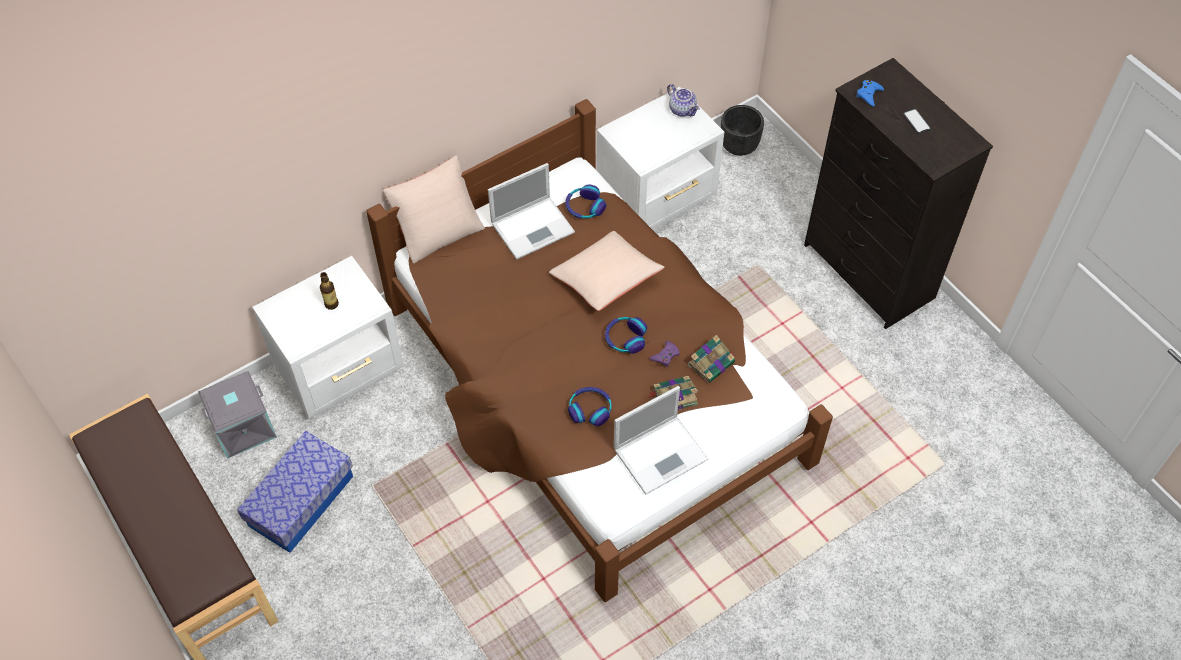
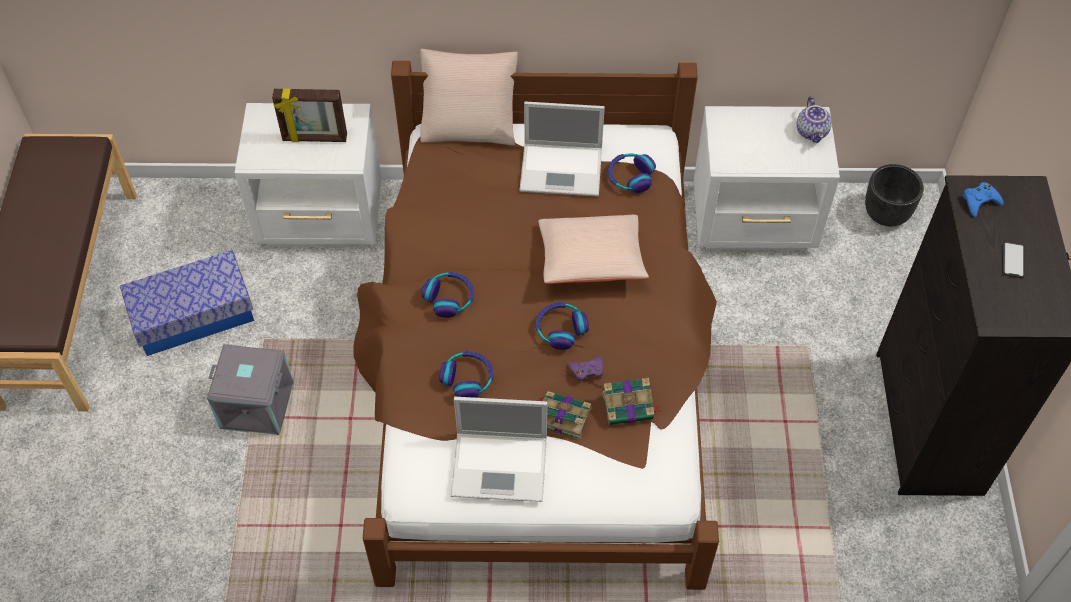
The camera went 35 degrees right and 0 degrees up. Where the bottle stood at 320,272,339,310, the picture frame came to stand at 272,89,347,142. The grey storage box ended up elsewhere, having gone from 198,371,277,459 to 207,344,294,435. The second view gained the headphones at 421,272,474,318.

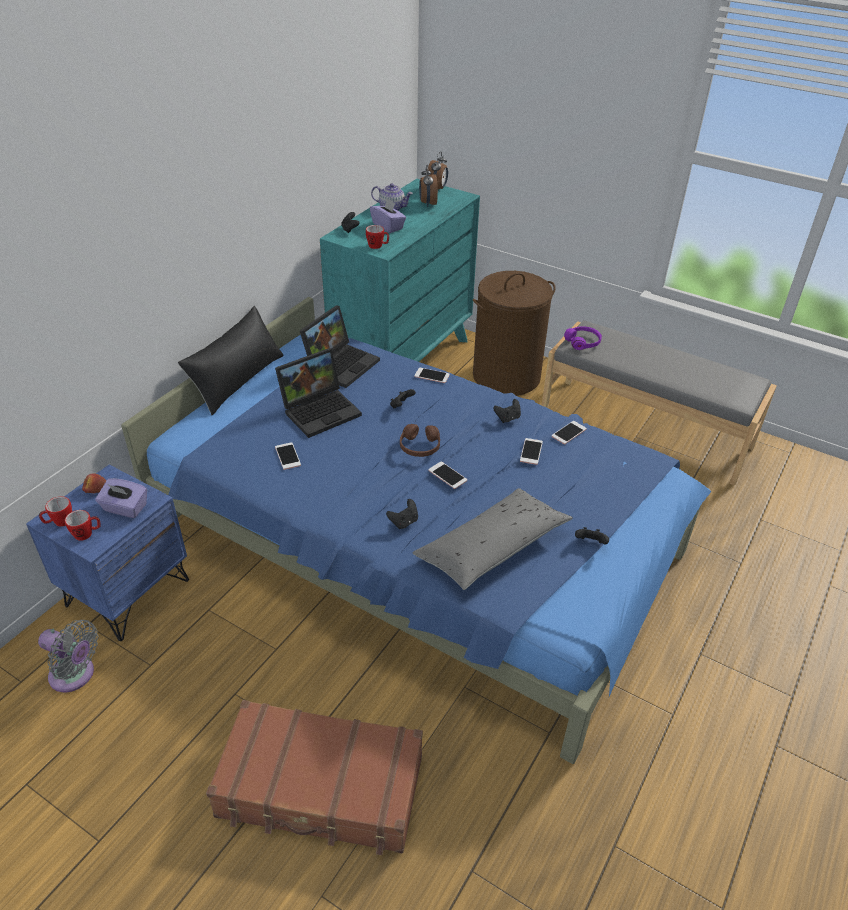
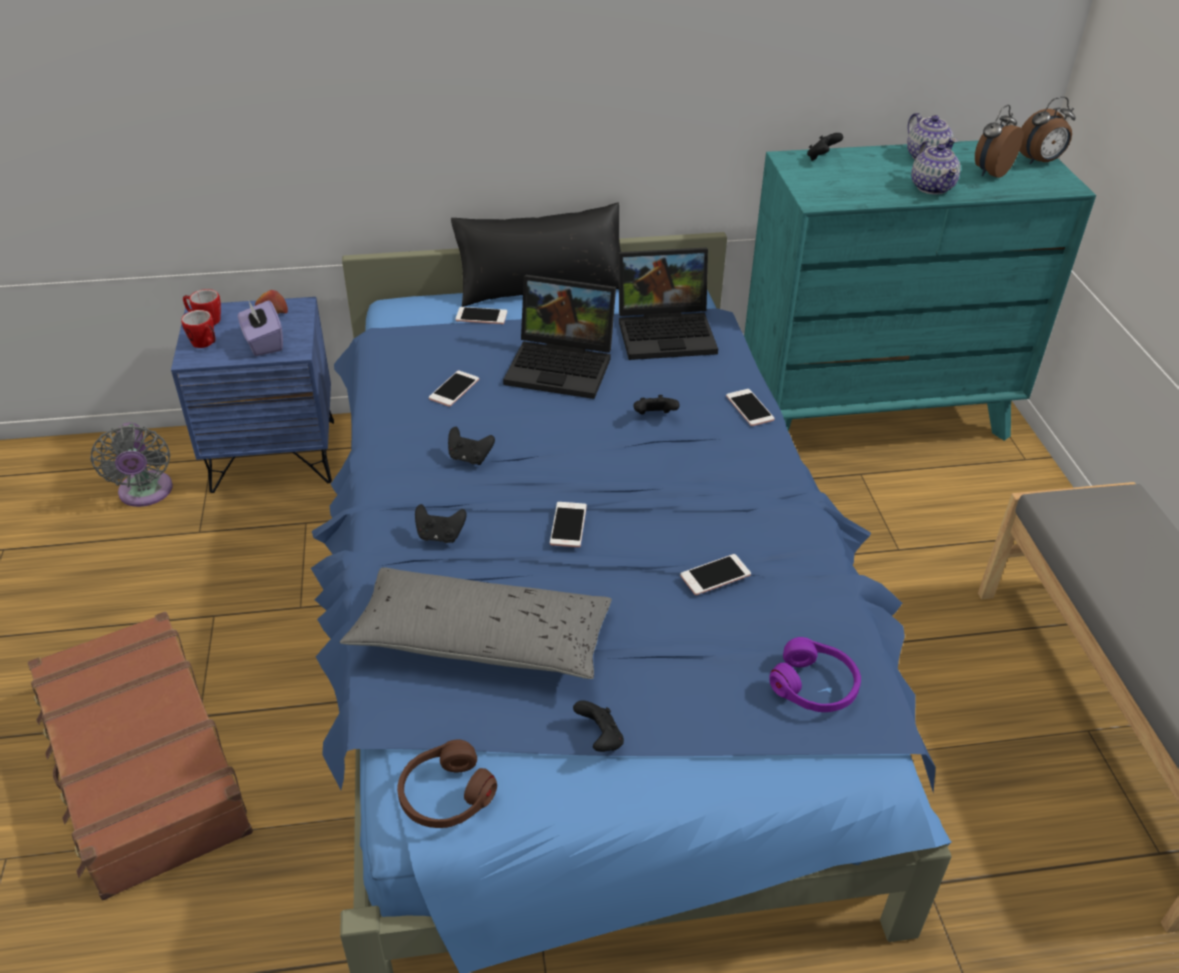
The camera went 50 degrees right and 0 degrees up. The second view lost the purple tissue box at 370,199,406,233. The second view lost the mug at 366,225,389,249. The second view lost the brown laundry basket at 473,271,556,396. The purple headphones ended up elsewhere, having gone from 564,326,602,350 to 769,637,861,712. The black game controller ended up elsewhere, having gone from 493,399,521,423 to 448,427,495,465. The phone ended up elsewhere, having gone from 552,421,587,444 to 455,307,507,324. The brown headphones ended up elsewhere, having gone from 400,424,440,457 to 397,739,497,828. The second view gained the teapot at 911,141,961,195.

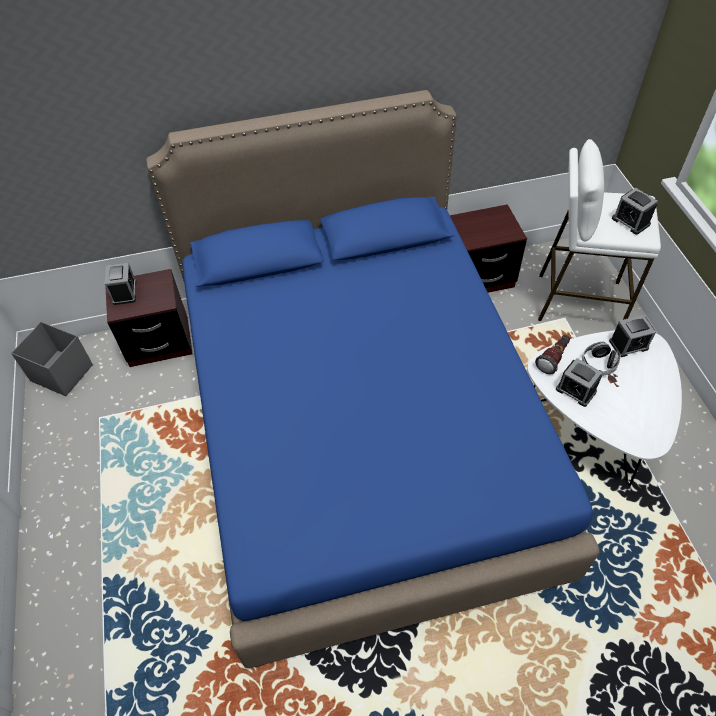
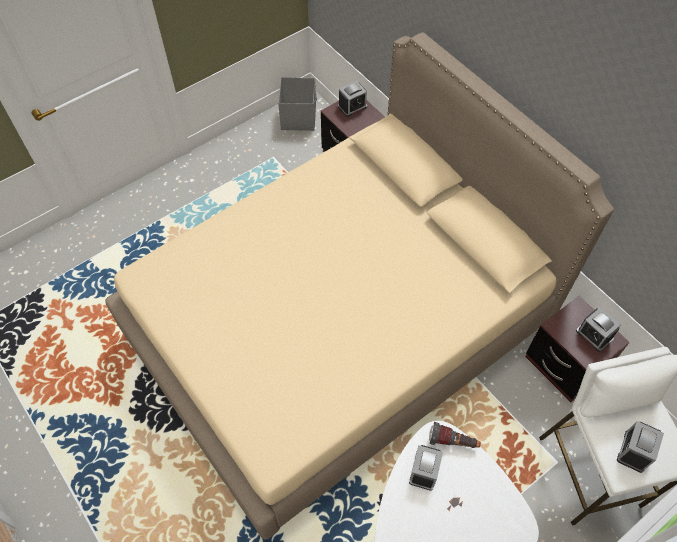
The camera went 65 degrees right and 5 degrees up. What was the blue bed at 147,90,600,668 turned into the beige bed at 105,32,614,540. The alarm clock ended up elsewhere, having gone from 609,315,656,357 to 576,307,621,352. The second view lost the headphones at 582,341,621,375.

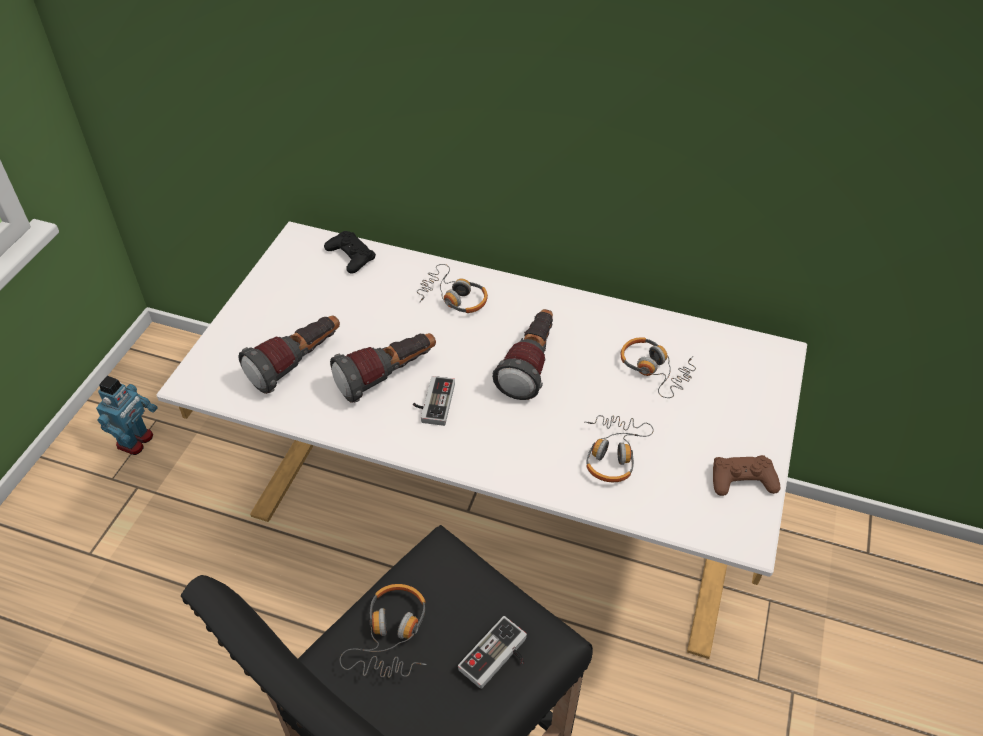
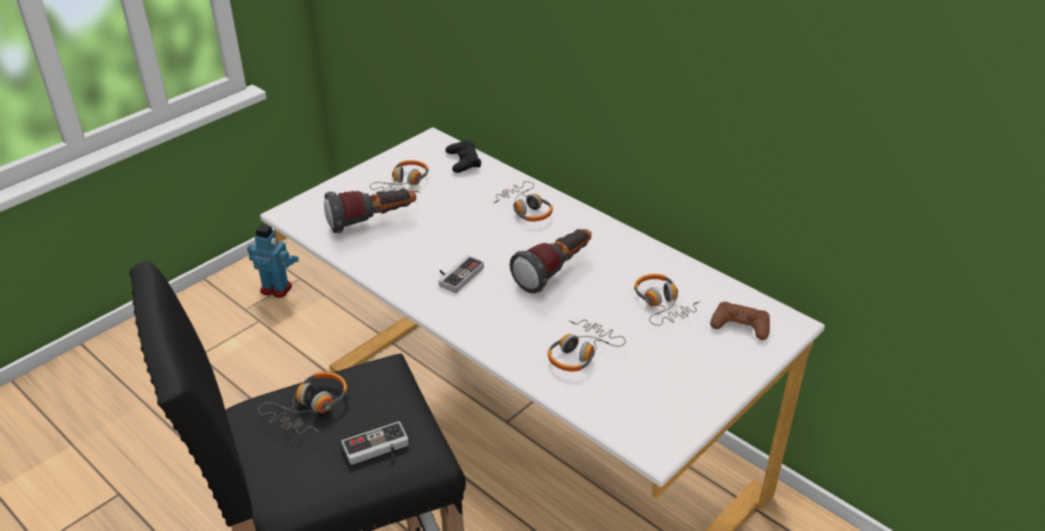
The camera went 25 degrees right and 10 degrees down. The second view lost the flashlight at 330,333,436,402. The toy robot at 96,376,158,455 ended up facing another way, 120 degrees counterclockwise from before. The brown game controller ended up elsewhere, having gone from 713,455,781,496 to 710,302,770,340. The second view gained the headphones at 370,160,429,192.

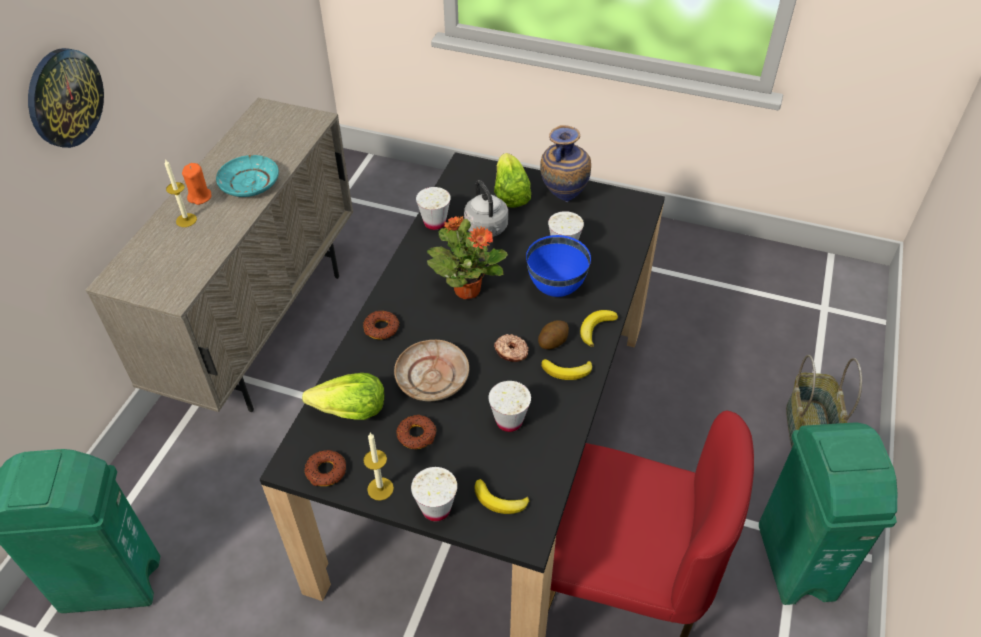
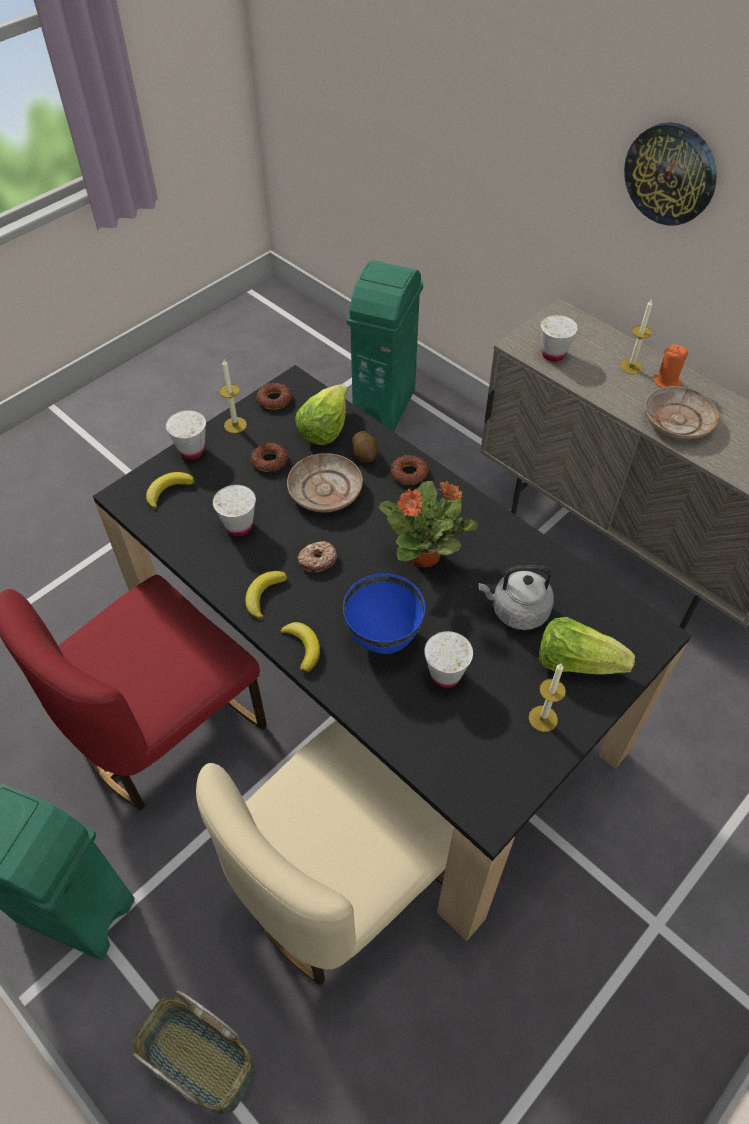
The camera went 115 degrees right and 5 degrees up. Where the vase stood at 540,125,591,202, the candle came to stand at 529,663,566,732. What was the turquoise plate at 216,155,279,197 turned into the beige plate at 644,386,719,439. The white cup ended up elsewhere, having gone from 416,187,451,230 to 540,315,578,362. The potato ended up elsewhere, having gone from 538,320,569,349 to 352,431,378,462. The second view gained the beige chair at 196,721,454,985.

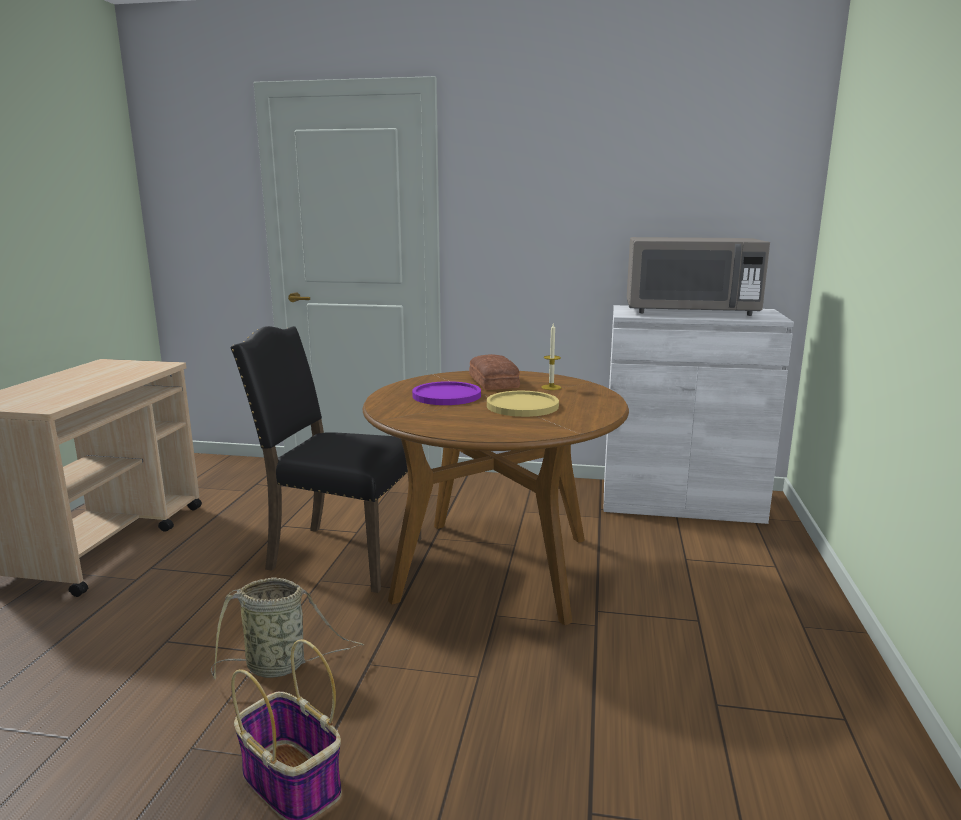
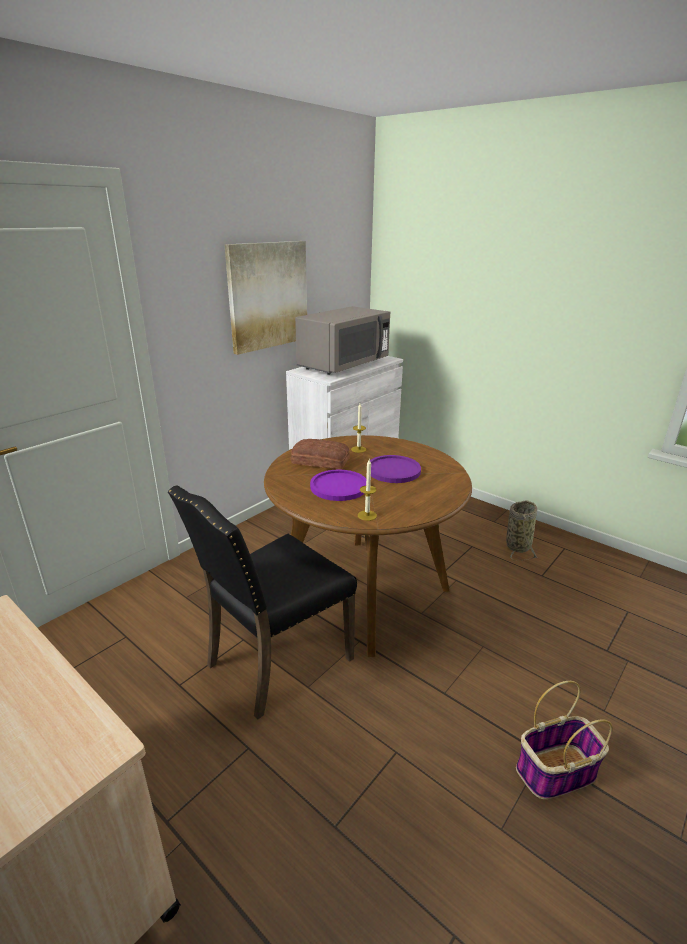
The camera went 60 degrees left and 10 degrees up. What was the yellow plate at 487,391,559,417 turned into the purple plate at 370,455,421,483. The basket ended up elsewhere, having gone from 211,577,364,679 to 506,500,537,561. The second view gained the picture at 224,241,307,355. The second view gained the candle at 358,459,377,521.

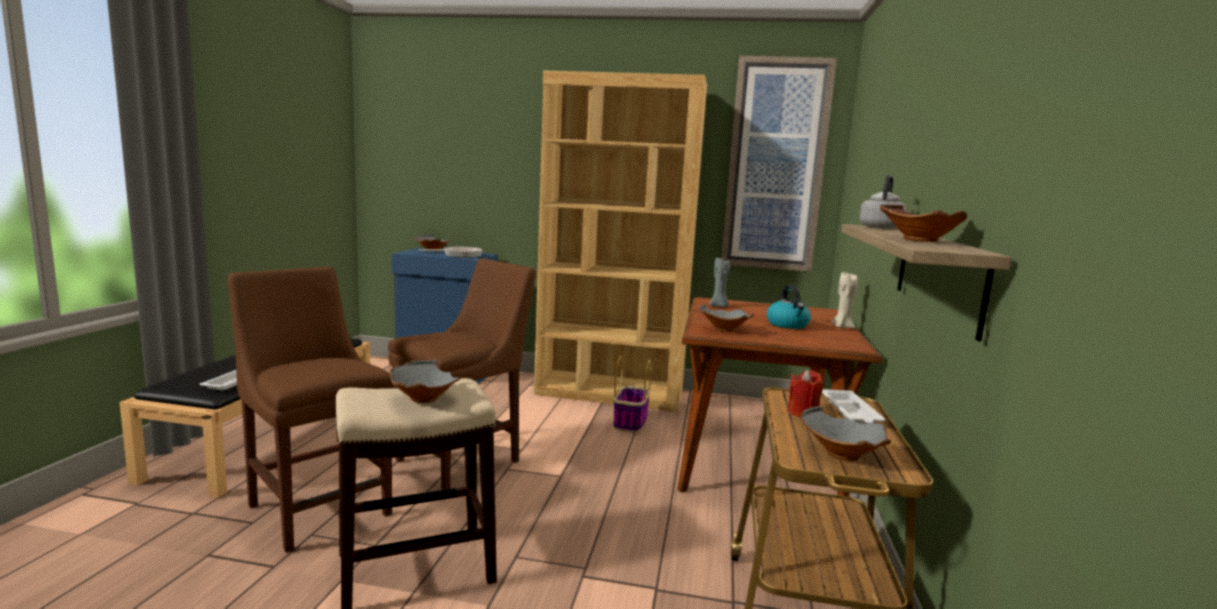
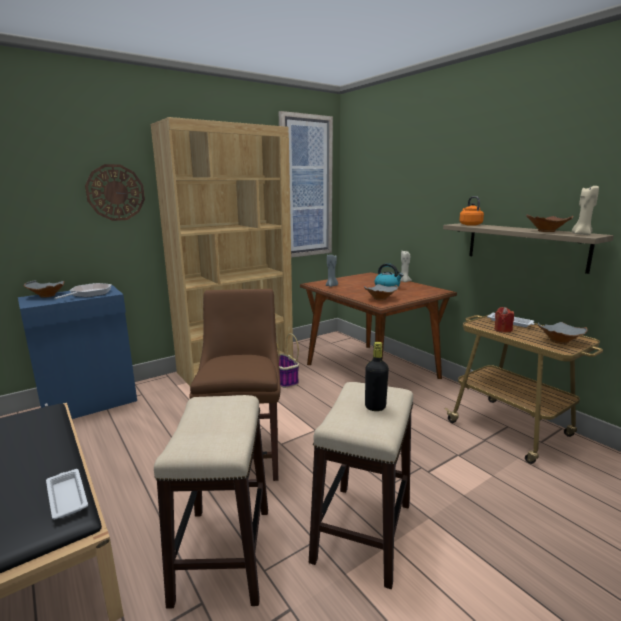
The camera went 45 degrees left and 5 degrees up. What was the grey kettle at 859,175,906,229 turned into the orange kettle at 459,196,484,226. Where the brown chair stood at 228,267,396,553, the stool came to stand at 154,395,268,609. Where the grey bowl stood at 389,360,460,403, the black bottle came to stand at 365,342,389,411. The second view gained the wall clock at 85,164,145,221. The second view gained the beige candle at 572,186,599,235.

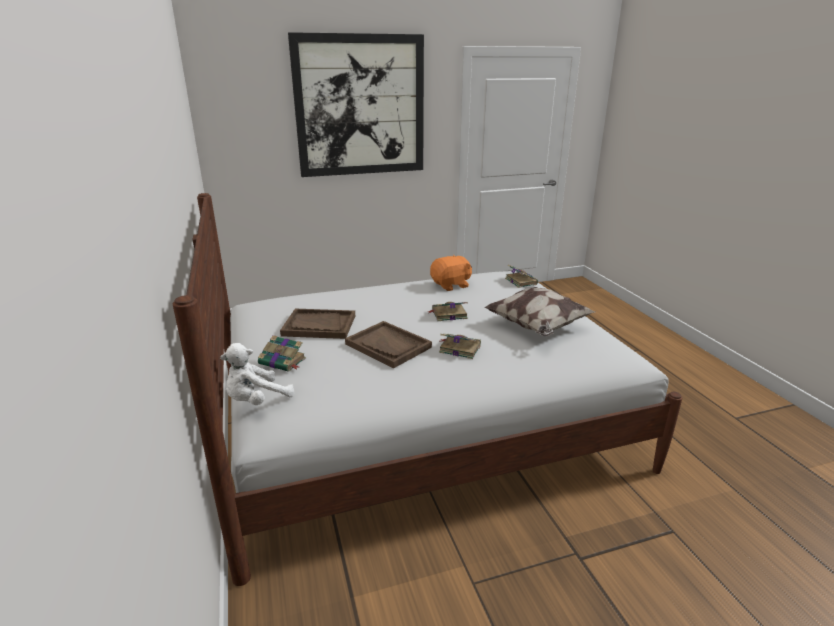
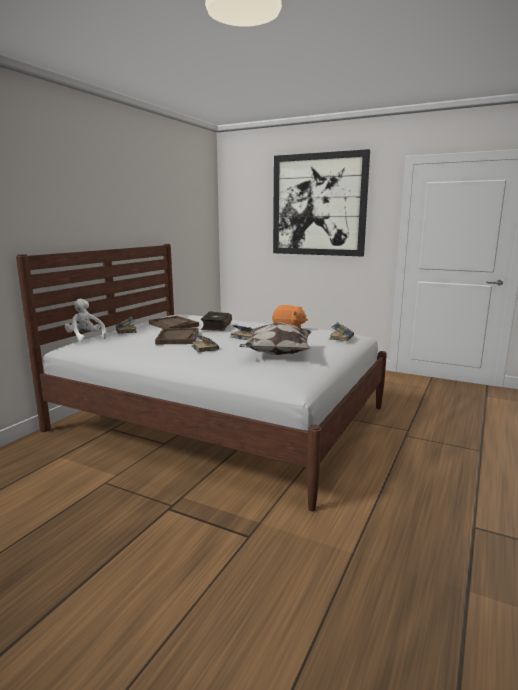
The camera went 45 degrees right and 10 degrees down. The white plush toy at 220,343,295,405 ended up facing another way, 45 degrees clockwise from before. The second view gained the book at 201,311,232,331.

